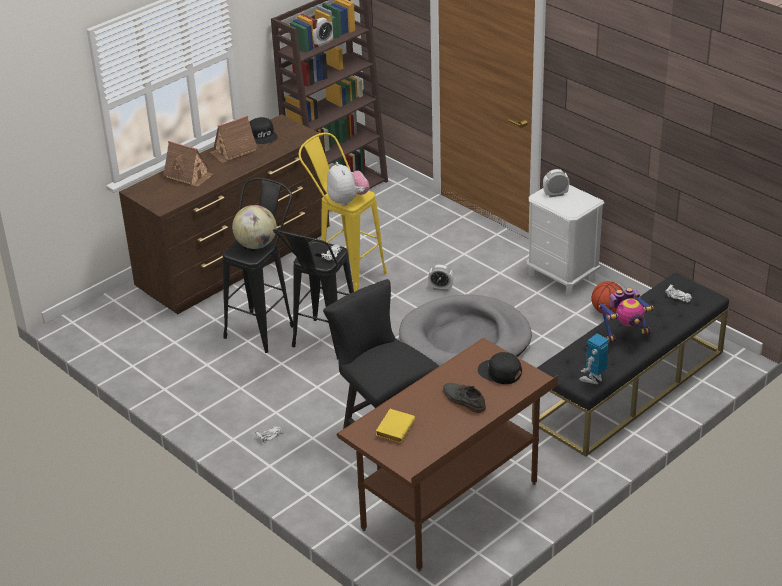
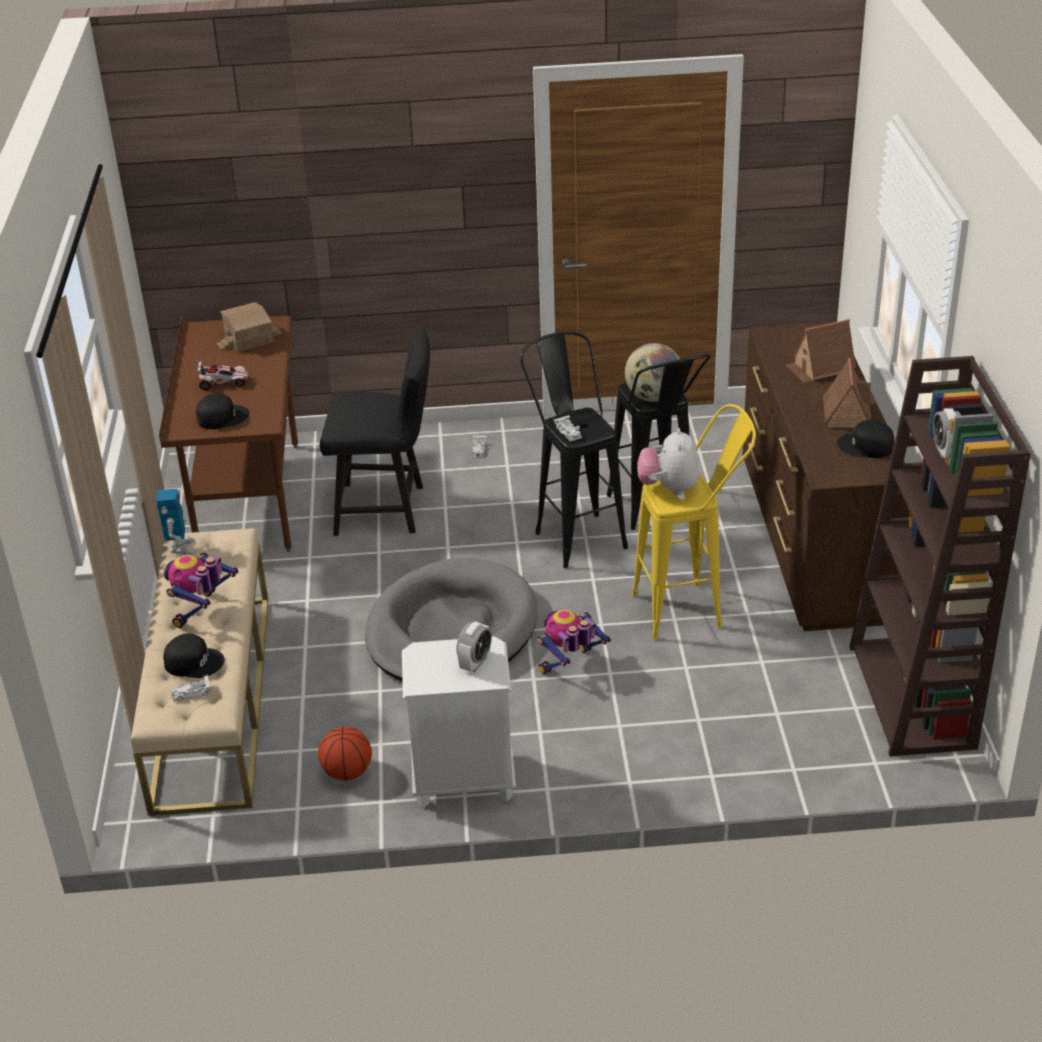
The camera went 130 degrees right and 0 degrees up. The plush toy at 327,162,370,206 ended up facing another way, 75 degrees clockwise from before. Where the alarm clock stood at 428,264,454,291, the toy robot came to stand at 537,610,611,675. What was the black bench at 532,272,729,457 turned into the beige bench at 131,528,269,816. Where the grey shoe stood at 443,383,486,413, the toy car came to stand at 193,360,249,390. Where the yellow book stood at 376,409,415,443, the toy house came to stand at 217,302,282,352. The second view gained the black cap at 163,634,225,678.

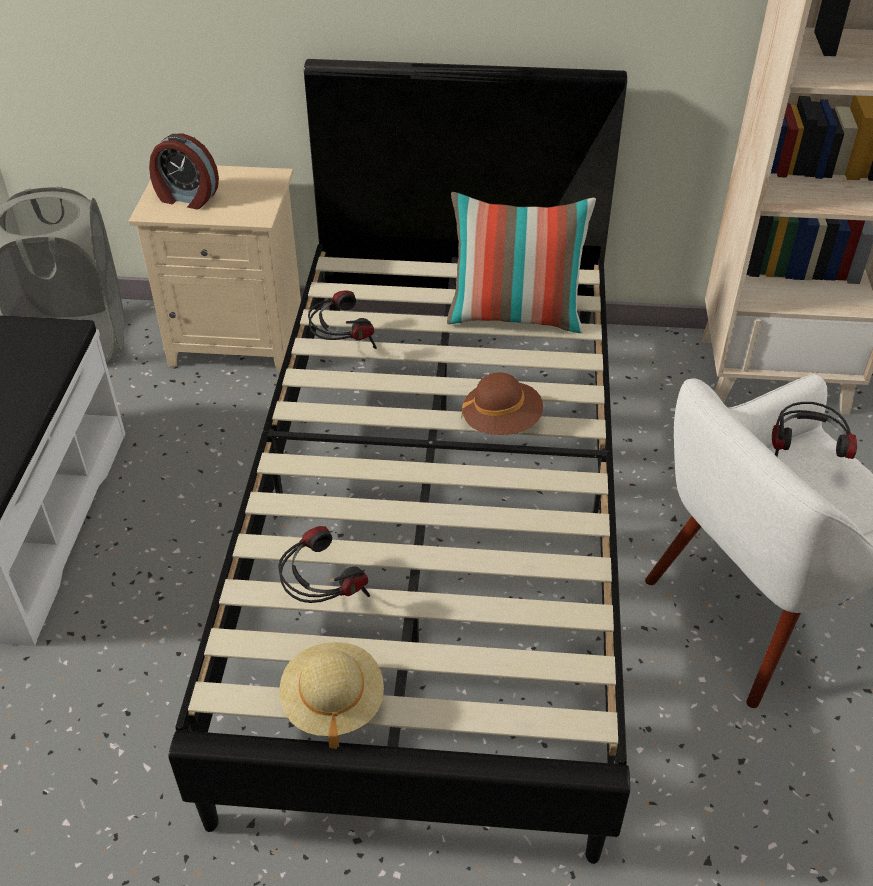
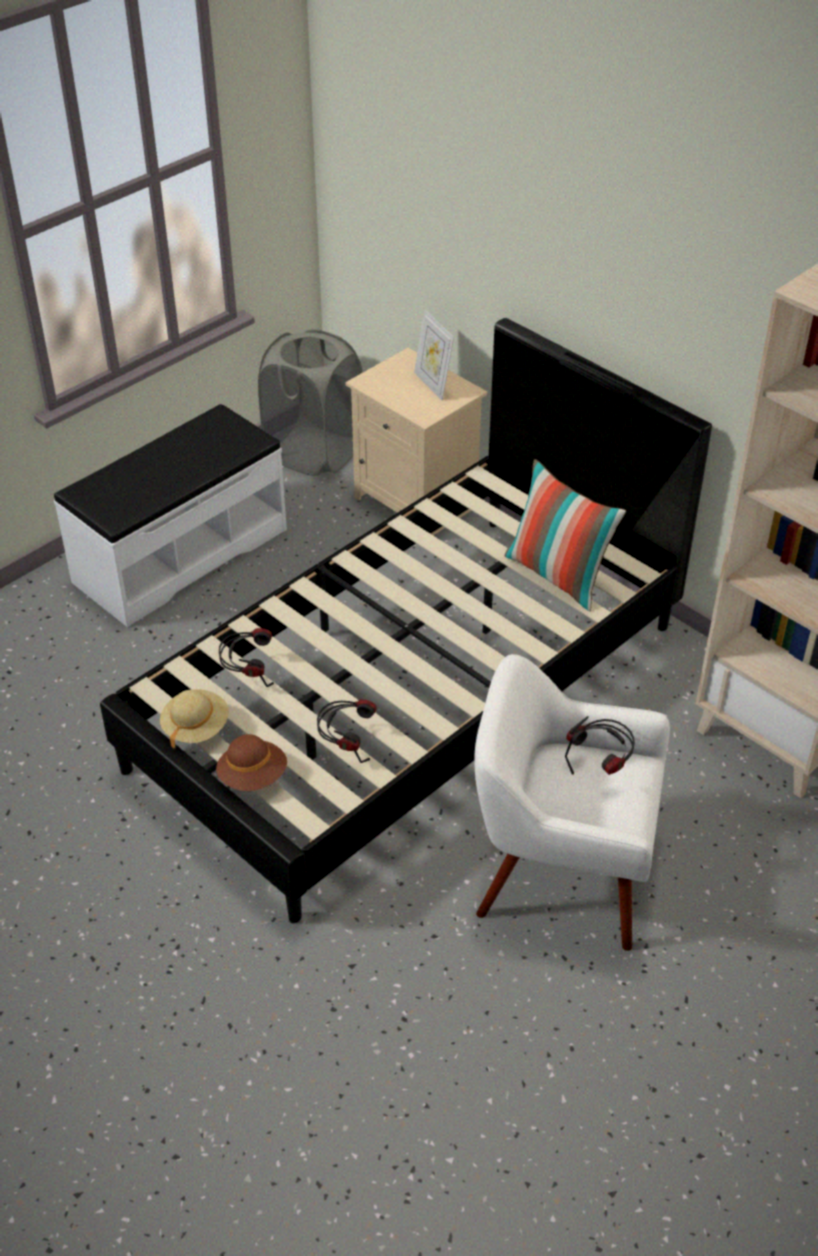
The camera went 40 degrees right and 0 degrees up. The second view lost the alarm clock at 149,134,219,209. The headphones ended up elsewhere, having gone from 308,290,377,349 to 317,699,377,763. The brown hat ended up elsewhere, having gone from 461,372,543,435 to 216,734,287,791. The second view gained the picture frame at 414,309,454,401.

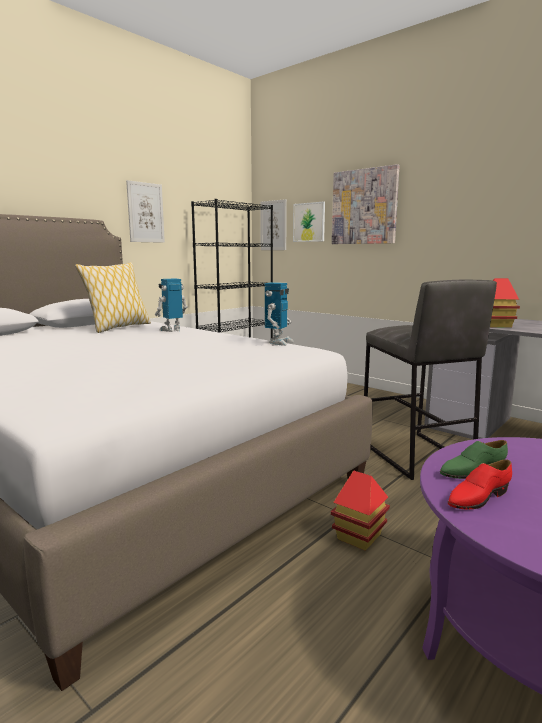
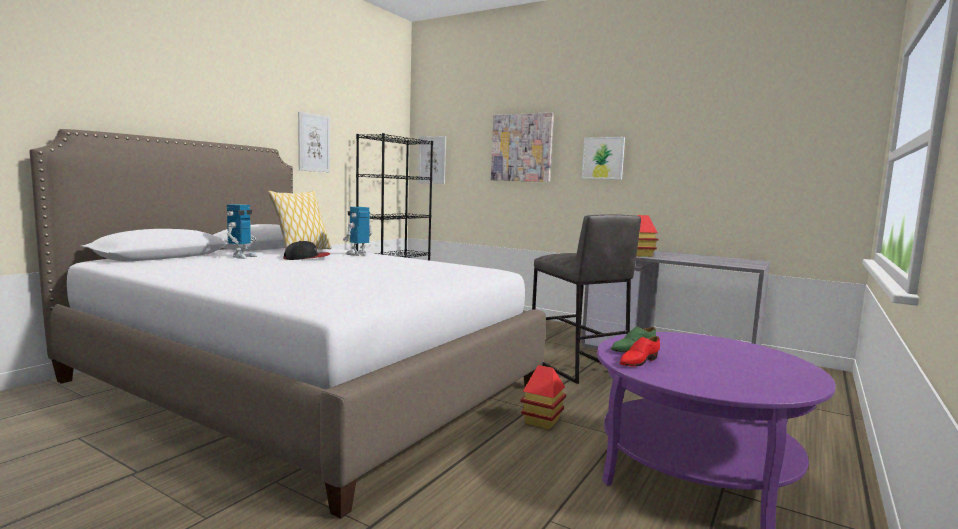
The camera went 10 degrees left and 5 degrees down. The picture ended up elsewhere, having gone from 293,201,325,242 to 582,137,625,179. The toy robot ended up elsewhere, having gone from 265,282,294,346 to 227,204,257,259. The second view gained the cap at 283,241,330,260.

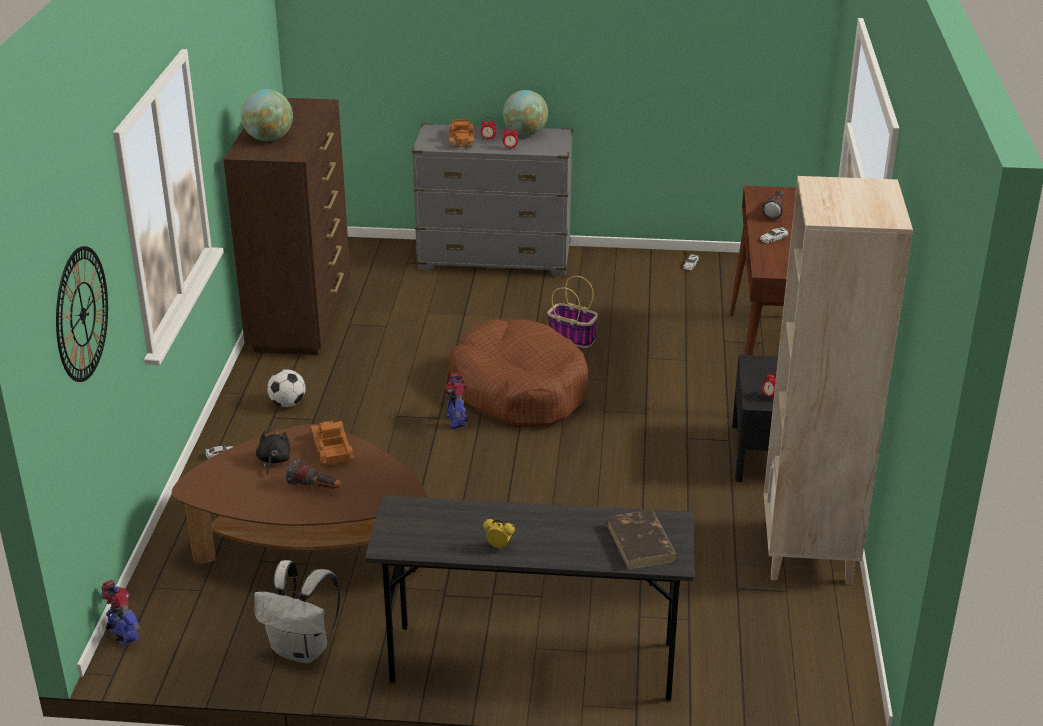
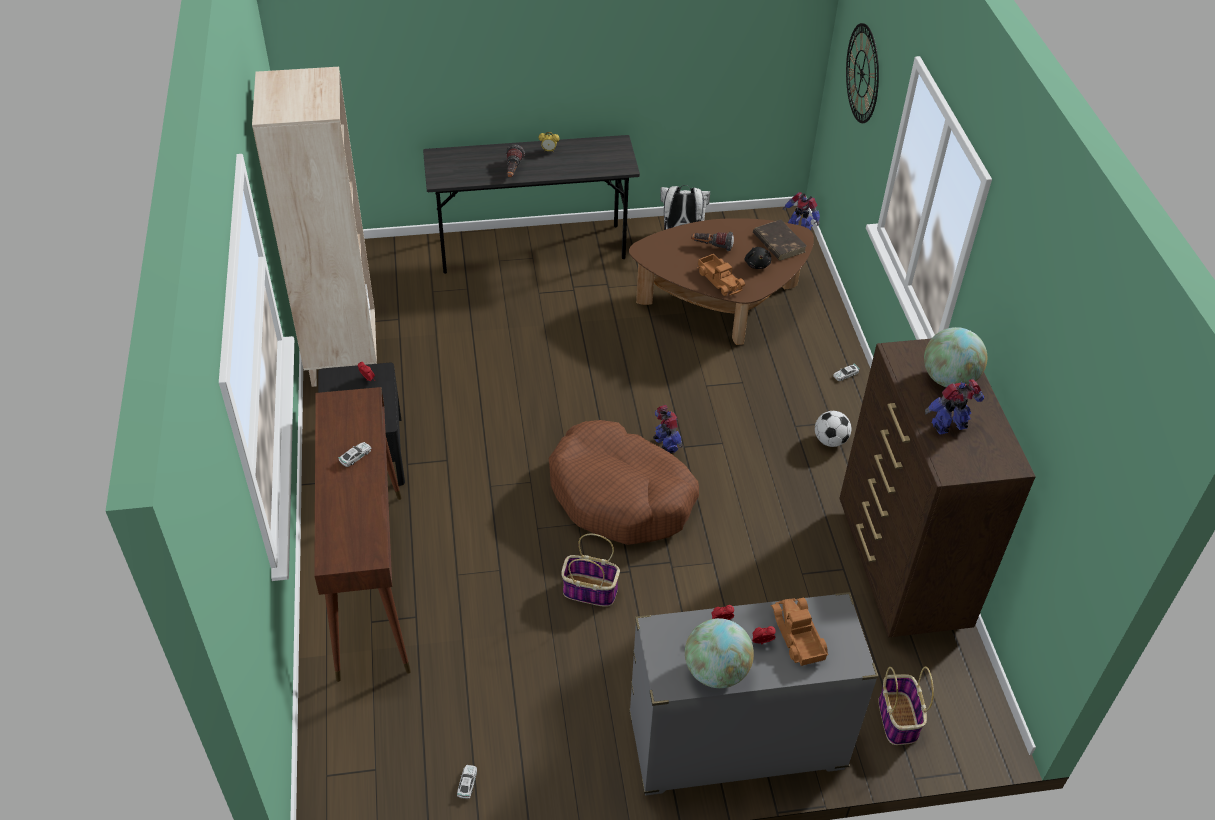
The camera went 165 degrees right and 15 degrees up. The flashlight ended up elsewhere, having gone from 762,190,784,220 to 506,144,525,177. The brown book ended up elsewhere, having gone from 607,510,678,570 to 753,219,806,261. The second view gained the toy robot at 925,379,984,434. The second view gained the basket at 878,667,934,745.

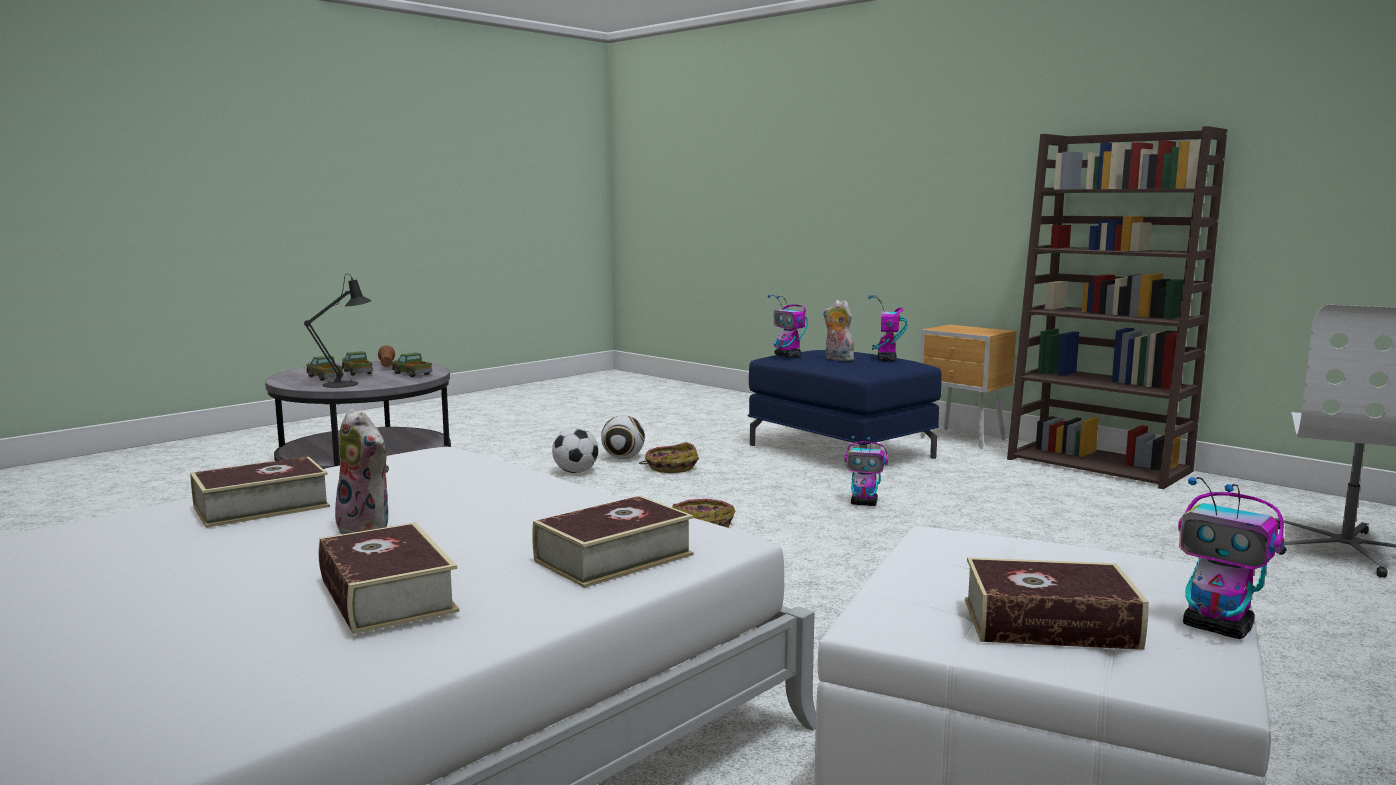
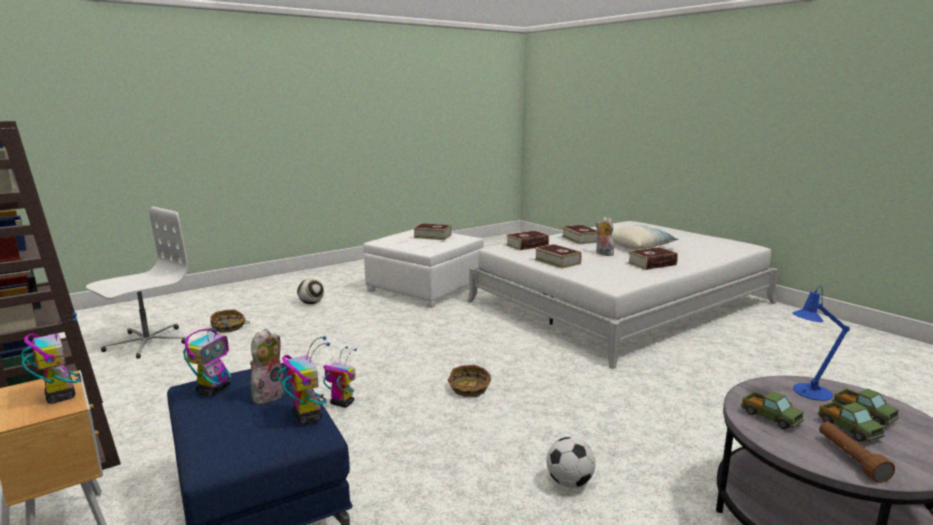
The camera went 170 degrees left and 5 degrees up. What was the black table lamp at 304,274,372,388 turned into the blue table lamp at 792,286,850,401. The plush toy at 823,300,856,361 ended up facing another way, 120 degrees counterclockwise from before. The football ended up elsewhere, having gone from 601,415,645,459 to 297,278,324,304. The basket ended up elsewhere, having gone from 639,442,699,473 to 210,309,250,333. The toy robot ended up elsewhere, having gone from 1178,477,1284,639 to 20,313,81,403. The second view gained the pillow at 612,225,679,250. The second view gained the book at 534,244,582,269.

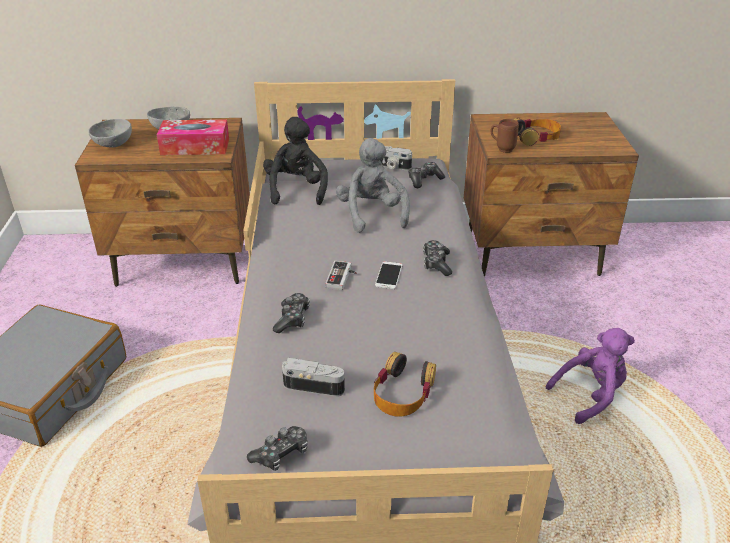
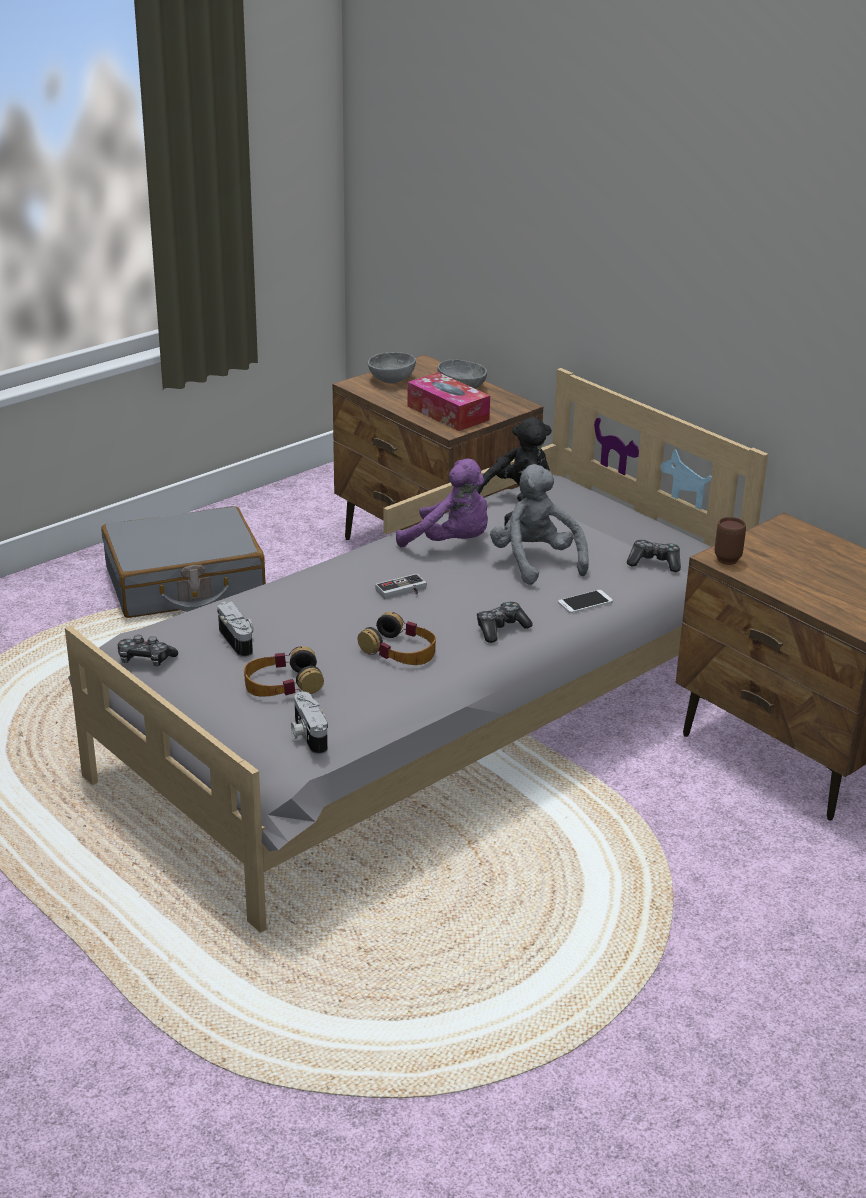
The camera went 50 degrees right and 5 degrees down. The headphones ended up elsewhere, having gone from 513,118,561,146 to 357,612,436,665. The grey plush toy at 336,138,410,233 ended up facing another way, 60 degrees counterclockwise from before. The photo camera ended up elsewhere, having gone from 380,146,412,170 to 291,692,328,755. The phone ended up elsewhere, having gone from 375,261,403,289 to 558,590,613,613. The second view lost the game controller at 273,293,310,333. The purple plush toy ended up elsewhere, having gone from 546,328,635,424 to 396,458,488,547.

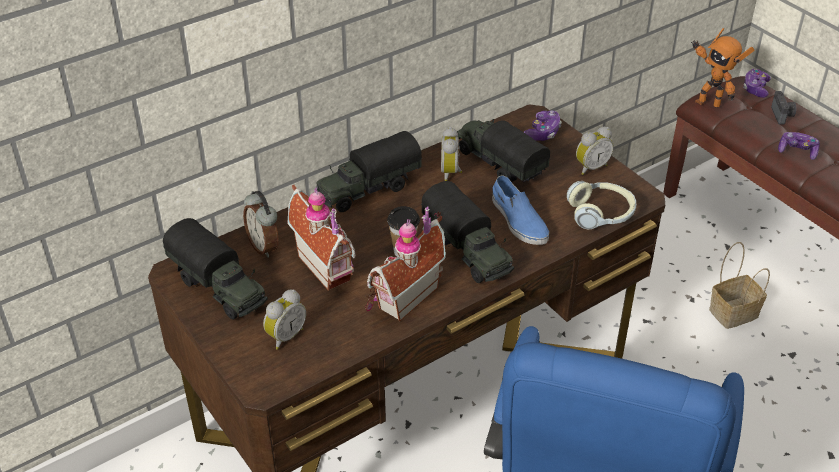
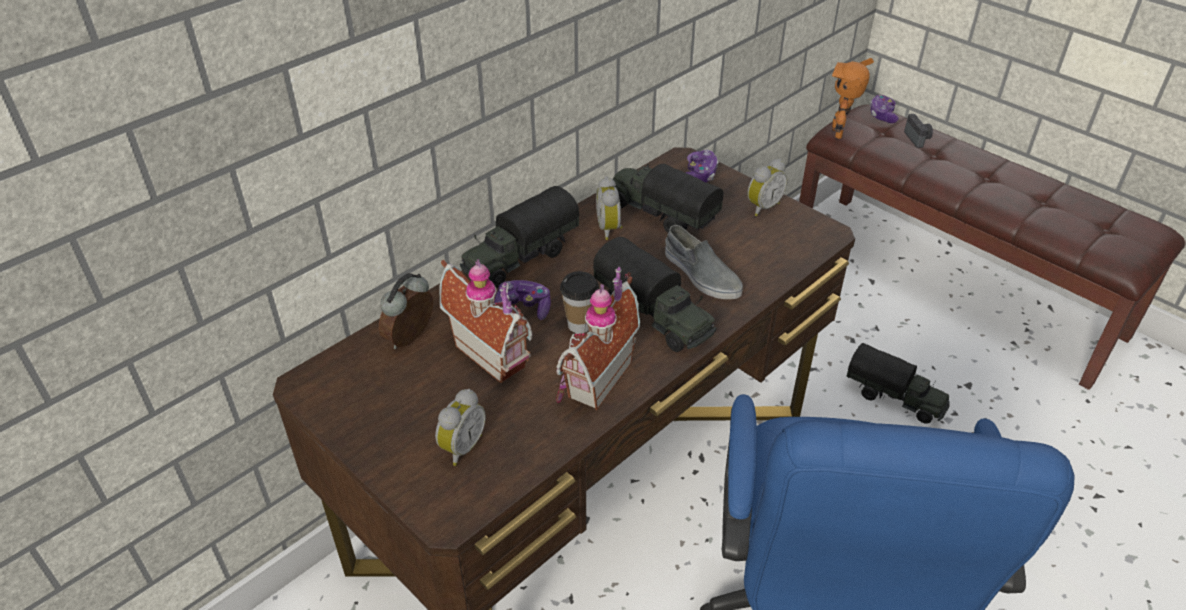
The camera went 10 degrees left and 0 degrees up. The toy robot at 691,28,754,108 ended up facing another way, 75 degrees clockwise from before. The game controller ended up elsewhere, having gone from 778,132,820,160 to 494,280,551,320. What was the blue shoe at 492,175,549,245 turned into the grey shoe at 665,225,743,299. The second view lost the headphones at 567,181,636,230. The alarm clock at 243,191,279,258 ended up facing another way, 75 degrees clockwise from before. The toy truck ended up elsewhere, having gone from 163,218,268,320 to 847,343,950,424. The second view lost the basket at 709,242,770,329.

